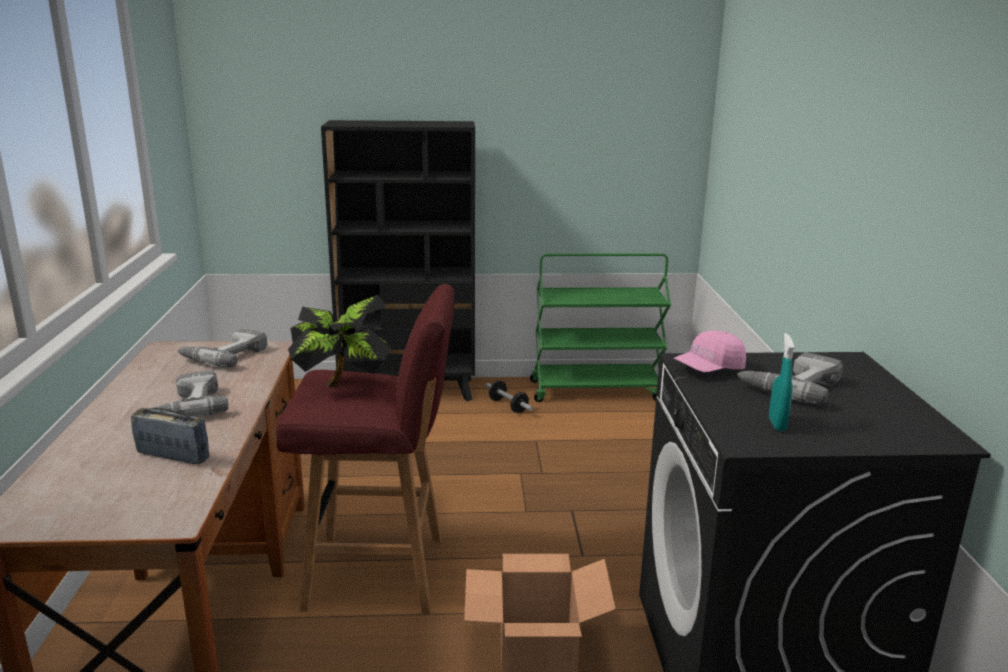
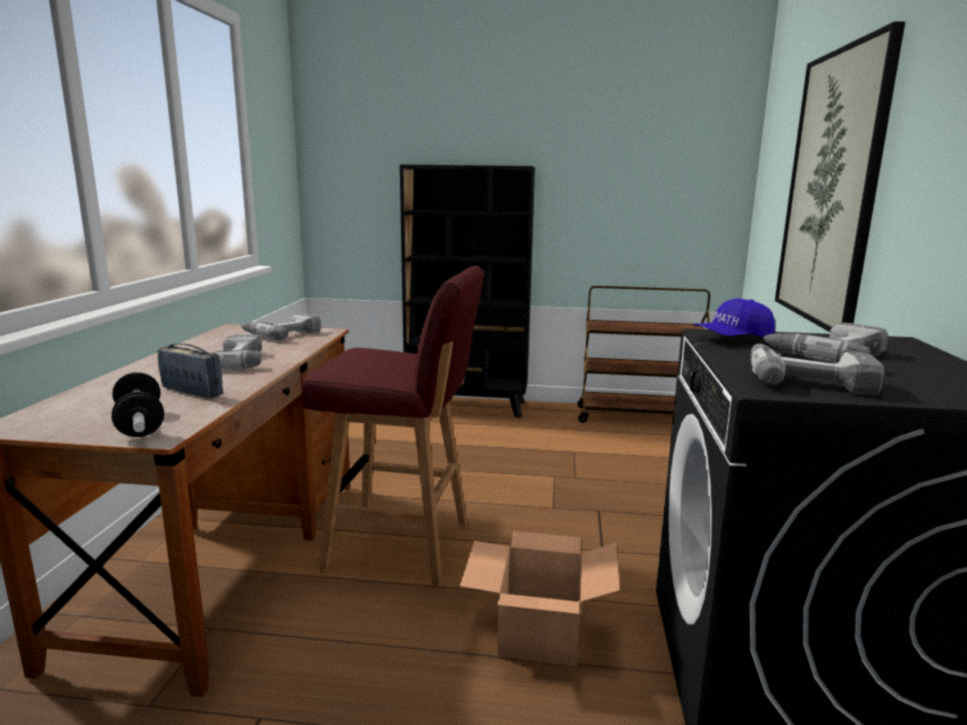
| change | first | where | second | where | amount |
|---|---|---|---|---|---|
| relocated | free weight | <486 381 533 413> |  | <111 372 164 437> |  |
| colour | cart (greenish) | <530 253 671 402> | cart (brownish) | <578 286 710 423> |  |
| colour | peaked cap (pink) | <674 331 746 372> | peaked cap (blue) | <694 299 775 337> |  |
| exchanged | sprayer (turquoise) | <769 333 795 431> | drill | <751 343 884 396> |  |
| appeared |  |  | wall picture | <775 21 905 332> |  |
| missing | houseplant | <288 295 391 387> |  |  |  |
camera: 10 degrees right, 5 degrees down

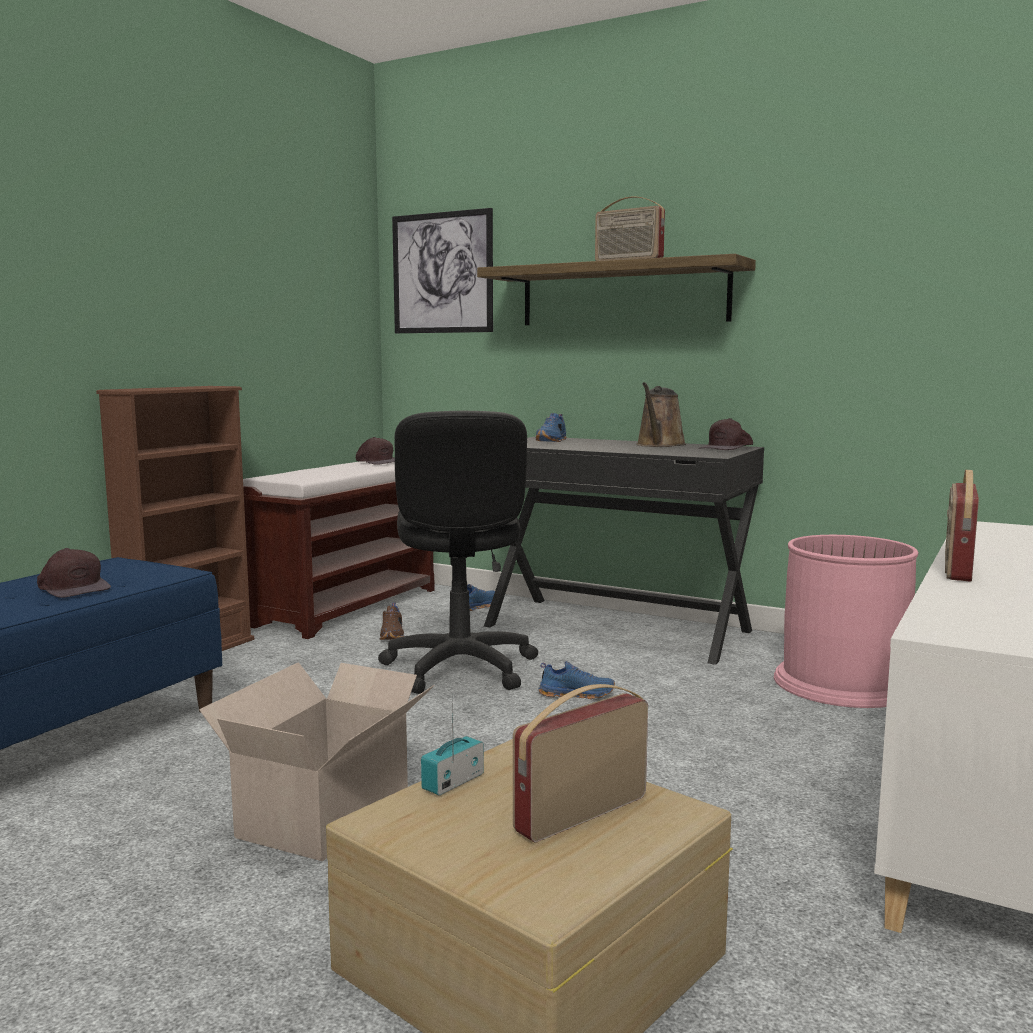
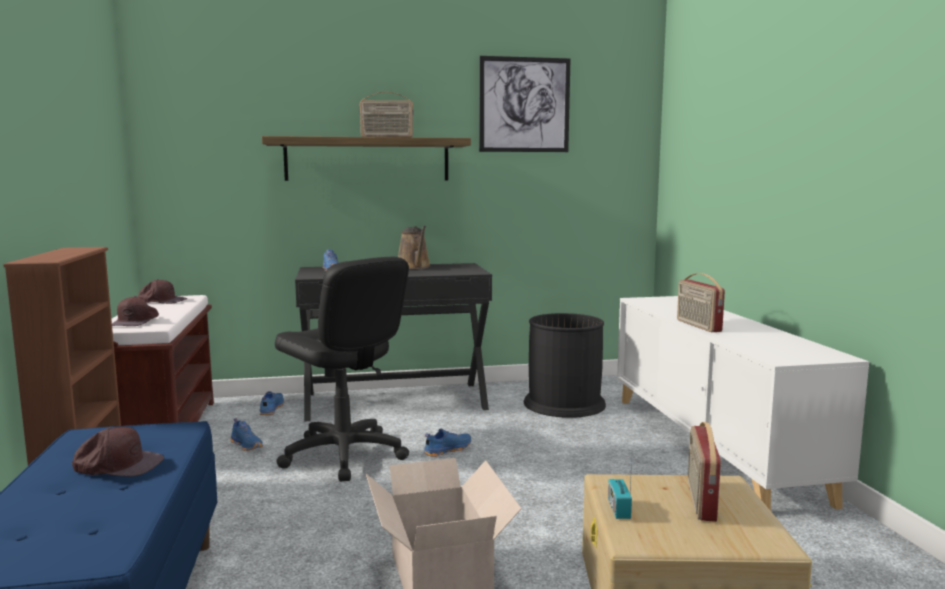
| change | first | where | second | where | amount |
|---|---|---|---|---|---|
| relocated | peaked cap (brownish) | <699 418 753 450> |  | <112 296 159 326> |  |
| colour | item of footwear (brownish) | <380 603 404 640> | item of footwear (blue) | <230 418 263 451> |  |
| relocated | wall picture | <392 208 493 333> |  | <479 56 570 152> |  |
| colour | rubbish bin (pink) | <774 535 919 708> | rubbish bin (black-coloured) | <524 313 606 418> |  |
camera: 40 degrees left, 0 degrees up

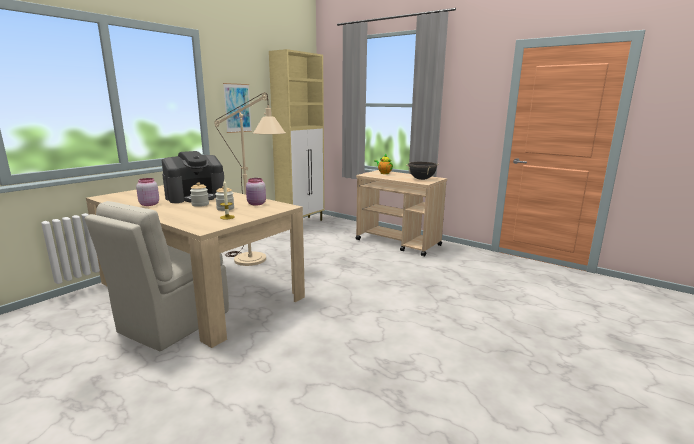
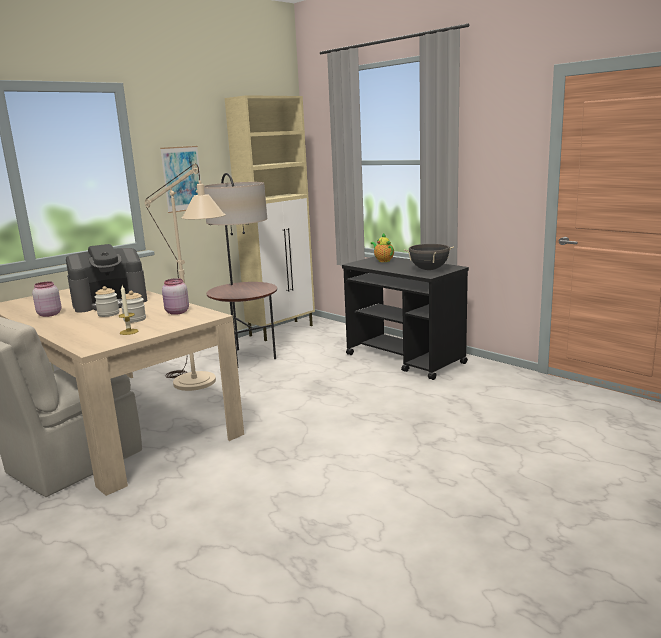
| change | first | where | second | where | amount |
|---|---|---|---|---|---|
| appeared |  |  | standard lamp | <204 173 277 365> |  |
| colour | cart (beige) | <356 170 447 257> | cart (black-coloured) | <342 257 469 380> |  |
camera: 10 degrees right, 0 degrees up

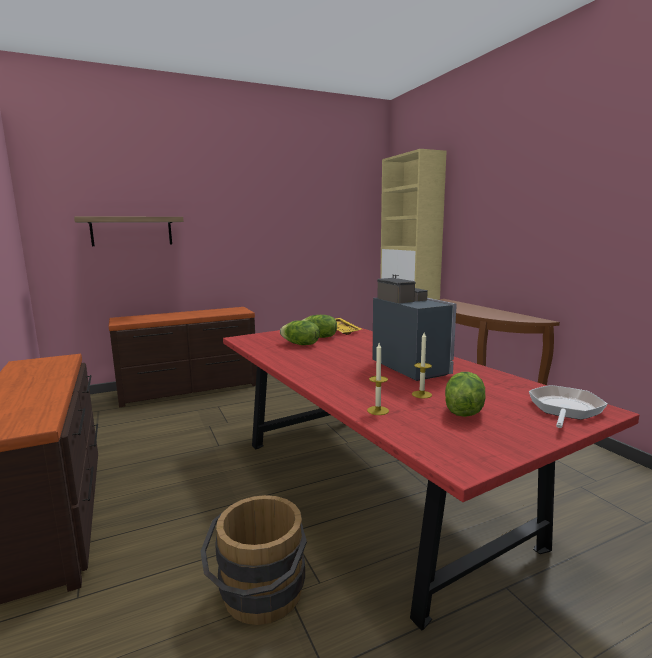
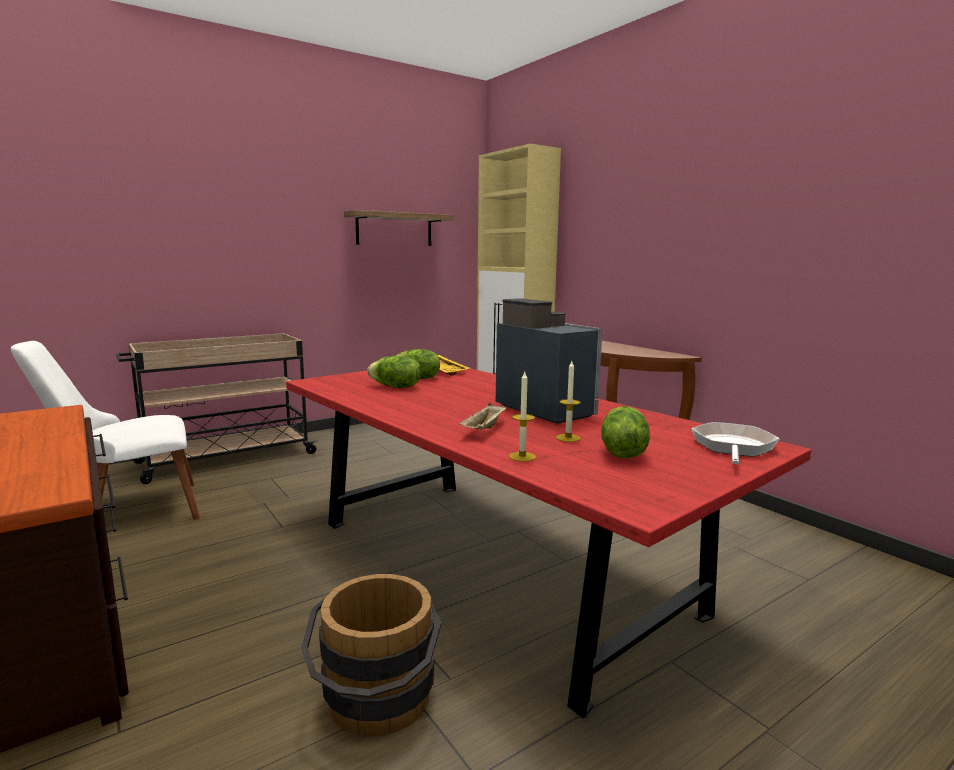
| change | first | where | second | where | amount |
|---|---|---|---|---|---|
| appeared |  |  | upright chair (white-coloured) | <11 341 200 520> |  |
| exchanged | drawer chest (brownish) | <109 307 257 407> | cart (beige) | <116 333 318 484> |  |
| relocated | wall shelf | <74 217 184 246> |  | <344 210 453 246> |  |
| appeared |  |  | carrying tray (beige) | <459 403 506 429> |  |
camera: 10 degrees left, 0 degrees up

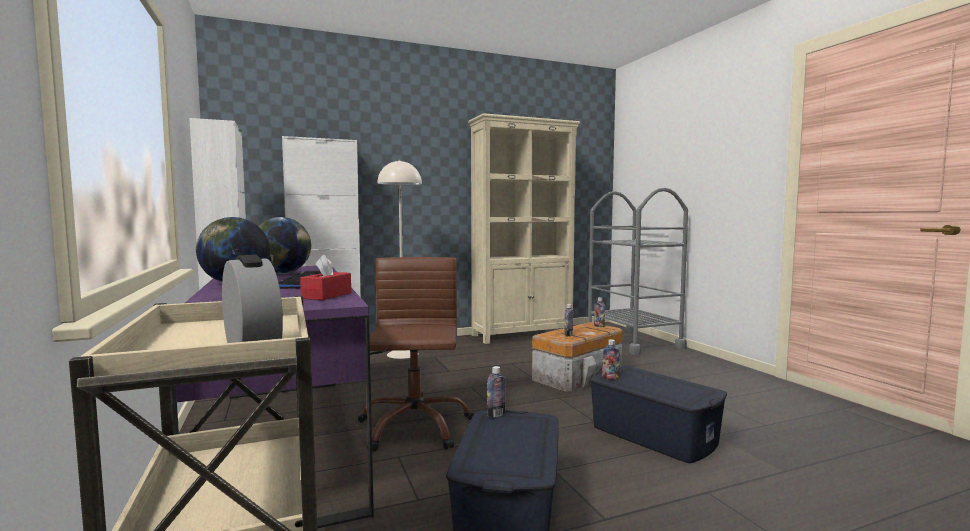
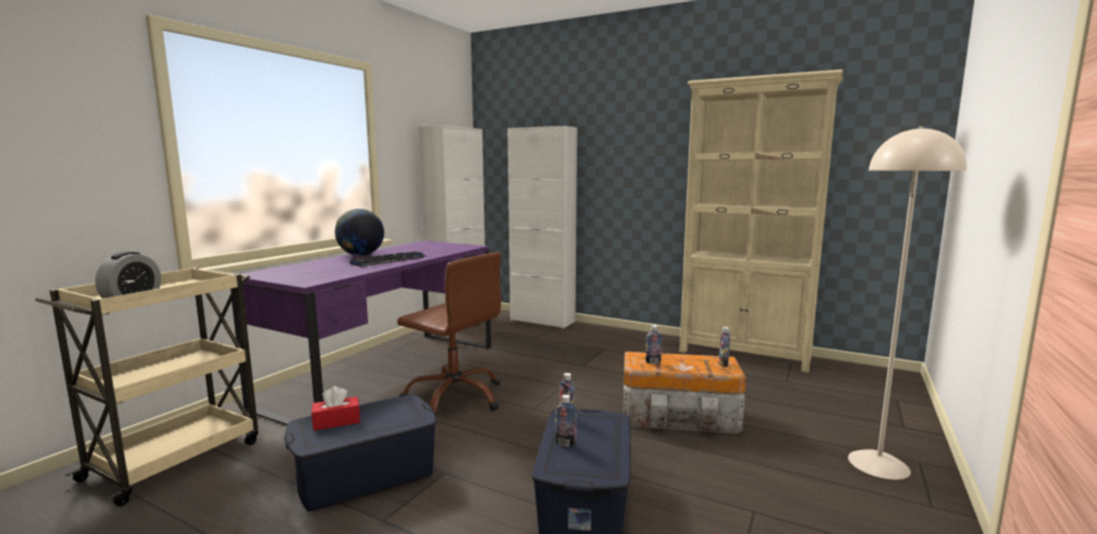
| change | first | where | second | where | amount |
|---|---|---|---|---|---|
| relocated | box of tissues (red-coloured) | <300 255 351 300> |  | <312 386 360 430> |  |
| spun | computer chair (brownish) | <358 257 474 452> |  | <397 252 501 416> | 75 degrees clockwise |
| relocated | drink bottle | <487 366 505 418> |  | <555 395 577 447> |  |
| relocated | standard lamp (beige) | <377 160 422 359> |  | <848 126 967 480> |  |
| missing | world globe | <258 217 311 274> |  |  |  |
| missing | cart (grey) | <588 188 688 355> |  |  |  |
camera: 50 degrees right, 5 degrees up

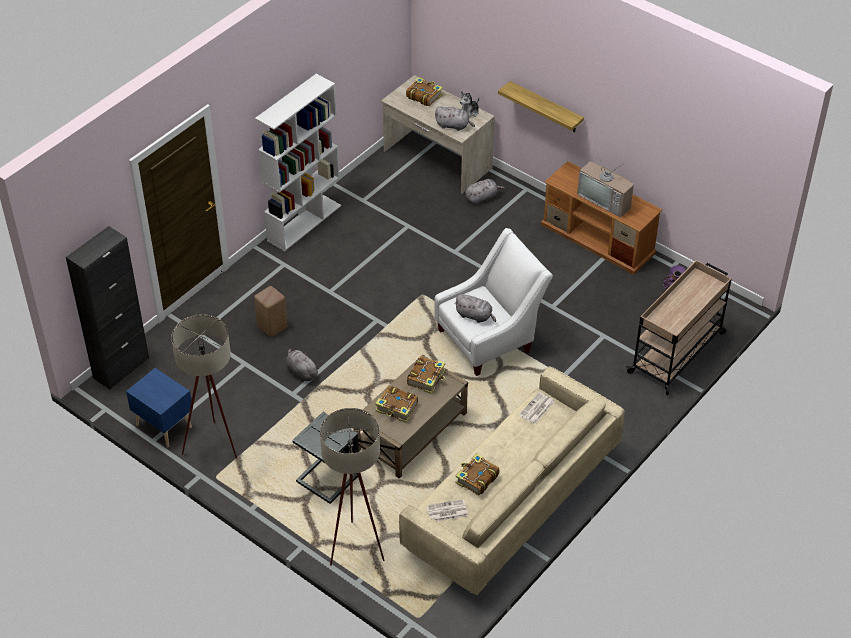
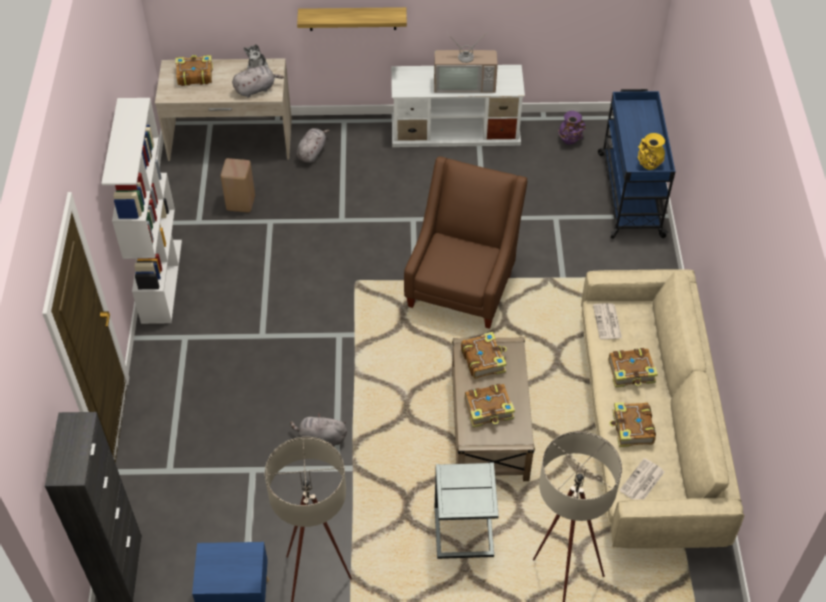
| change | first | where | second | where | amount |
|---|---|---|---|---|---|
| relocated | stool (beige) | <254 286 287 337> |  | <220 158 255 213> |  |
| colour | tv unit (brownish) | <541 161 663 275> | tv unit (white-coloured) | <391 65 525 147> |  |
| colour | armchair (white-coloured) | <434 228 553 376> | armchair (brownish) | <404 156 527 329> |  |
| colour | cart (beige) | <626 260 732 395> | cart (blue) | <598 89 676 239> |  |
| appeared |  |  | book | <609 348 658 388> |  |
| appeared |  |  | decorative vase (yellow-coloured) | <638 133 665 170> |  |
| missing | plush toy (grey) | <454 294 496 323> |  |  |  |
camera: 40 degrees left, 5 degrees up

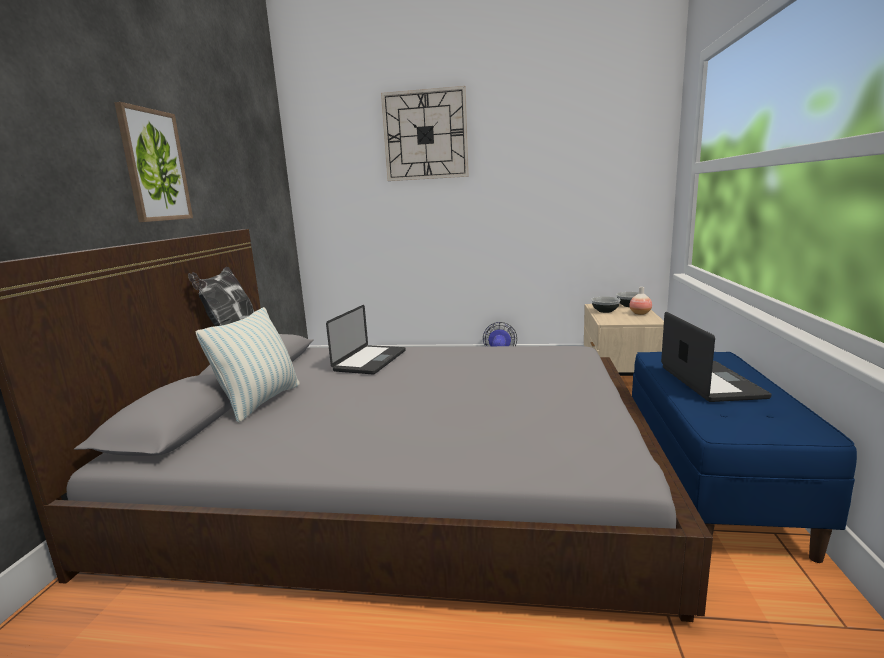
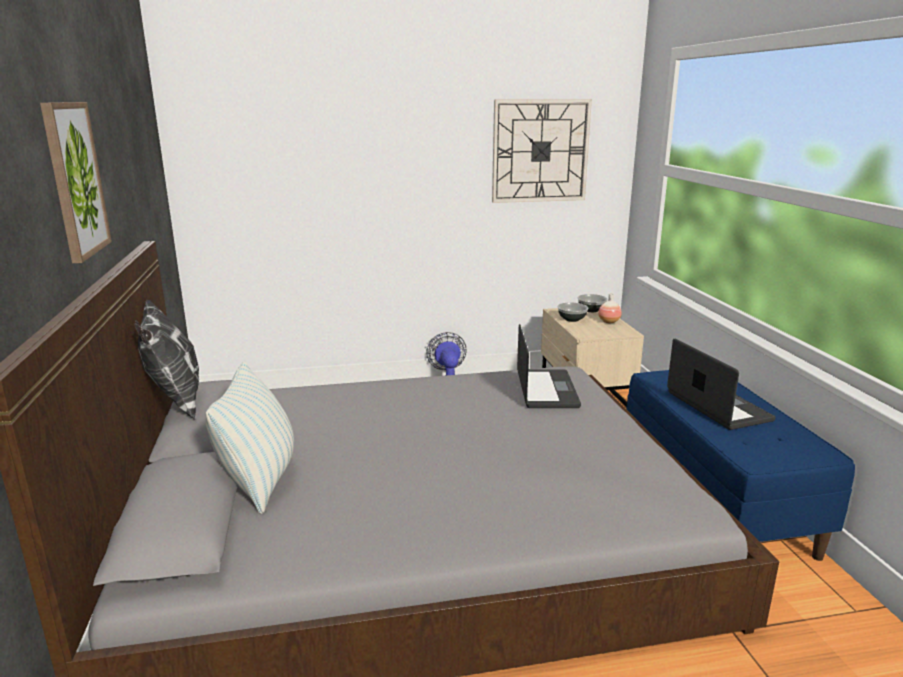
| change | first | where | second | where | amount |
|---|---|---|---|---|---|
| relocated | clock on the wall | <381 86 469 181> |  | <492 99 592 203> |  |
| relocated | notebook computer | <326 305 406 374> |  | <517 324 581 408> |  |
camera: 20 degrees left, 5 degrees up

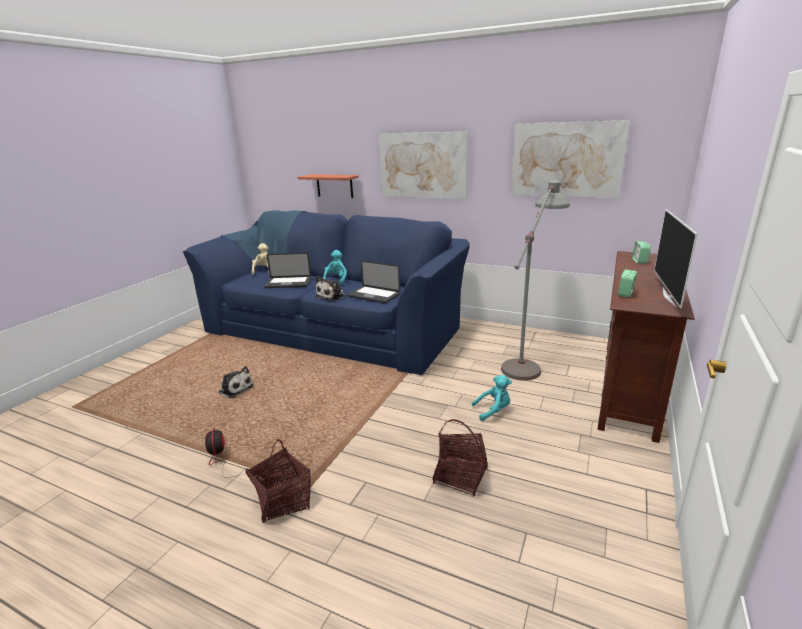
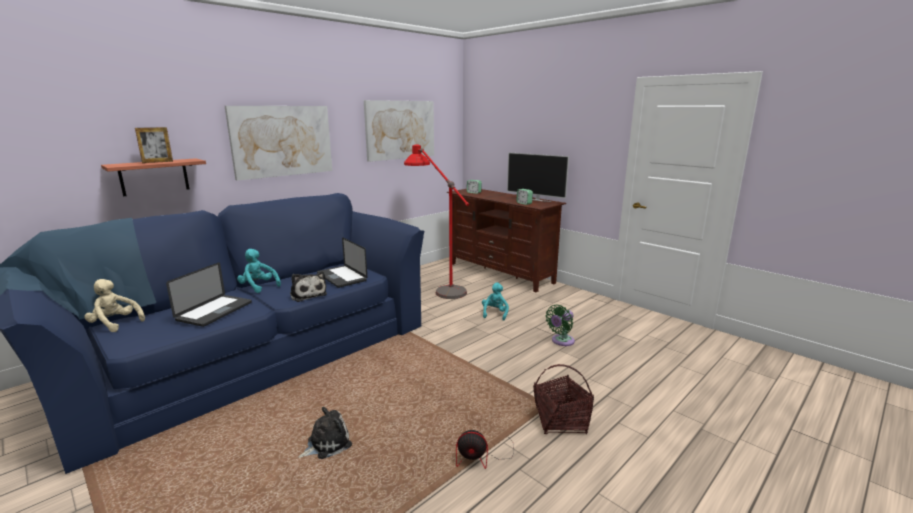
| change | first | where | second | where | amount |
|---|---|---|---|---|---|
| appeared |  |  | picture frame | <135 127 173 163> |  |
| spun | notebook computer | <347 260 400 304> |  | <317 237 367 288> | 90 degrees clockwise |
| colour | standard lamp (grey) | <501 180 570 381> | standard lamp (red-coloured) | <404 144 469 299> |  |
| exchanged | storage basket | <432 419 488 497> | fan (greenish) | <546 305 575 346> |  |
camera: 70 degrees left, 5 degrees down

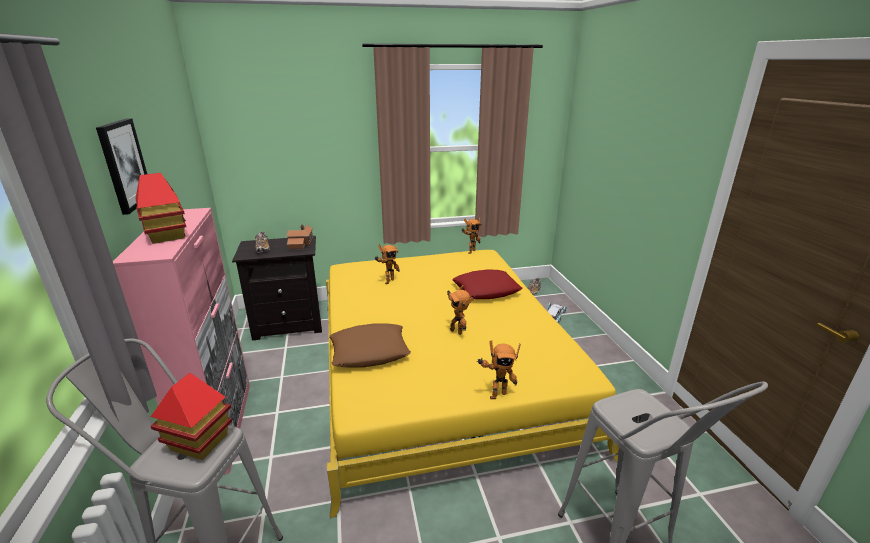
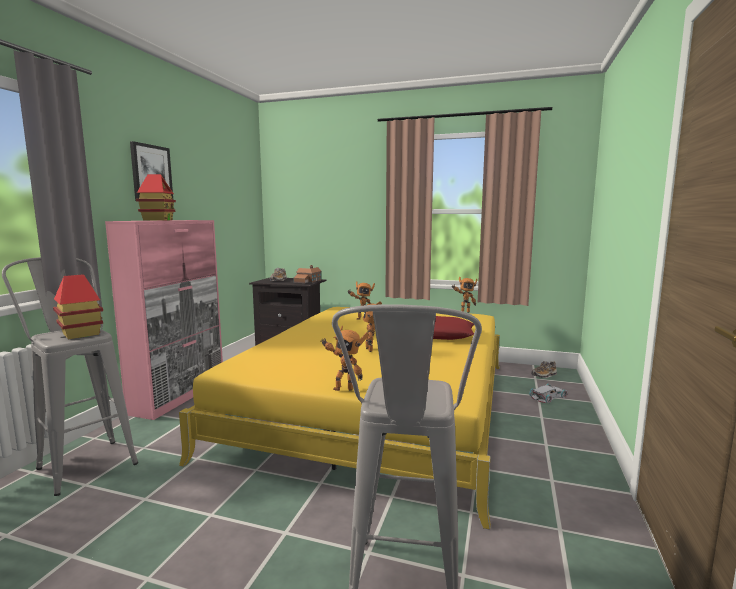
| change | first | where | second | where | amount |
|---|---|---|---|---|---|
| missing | throw pillow (brownish) | <329 323 411 368> |  |  |  |
camera: 30 degrees right, 15 degrees down

